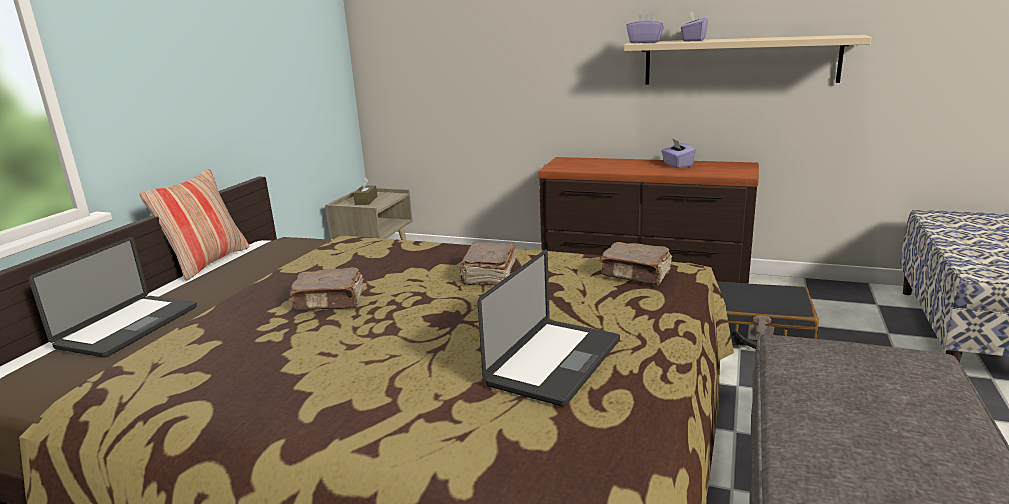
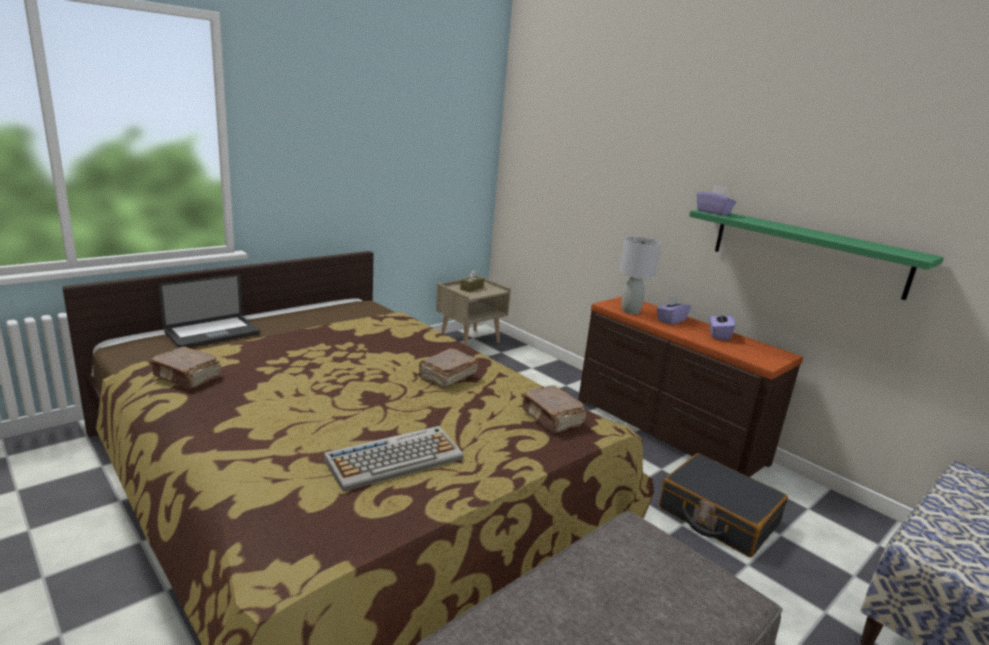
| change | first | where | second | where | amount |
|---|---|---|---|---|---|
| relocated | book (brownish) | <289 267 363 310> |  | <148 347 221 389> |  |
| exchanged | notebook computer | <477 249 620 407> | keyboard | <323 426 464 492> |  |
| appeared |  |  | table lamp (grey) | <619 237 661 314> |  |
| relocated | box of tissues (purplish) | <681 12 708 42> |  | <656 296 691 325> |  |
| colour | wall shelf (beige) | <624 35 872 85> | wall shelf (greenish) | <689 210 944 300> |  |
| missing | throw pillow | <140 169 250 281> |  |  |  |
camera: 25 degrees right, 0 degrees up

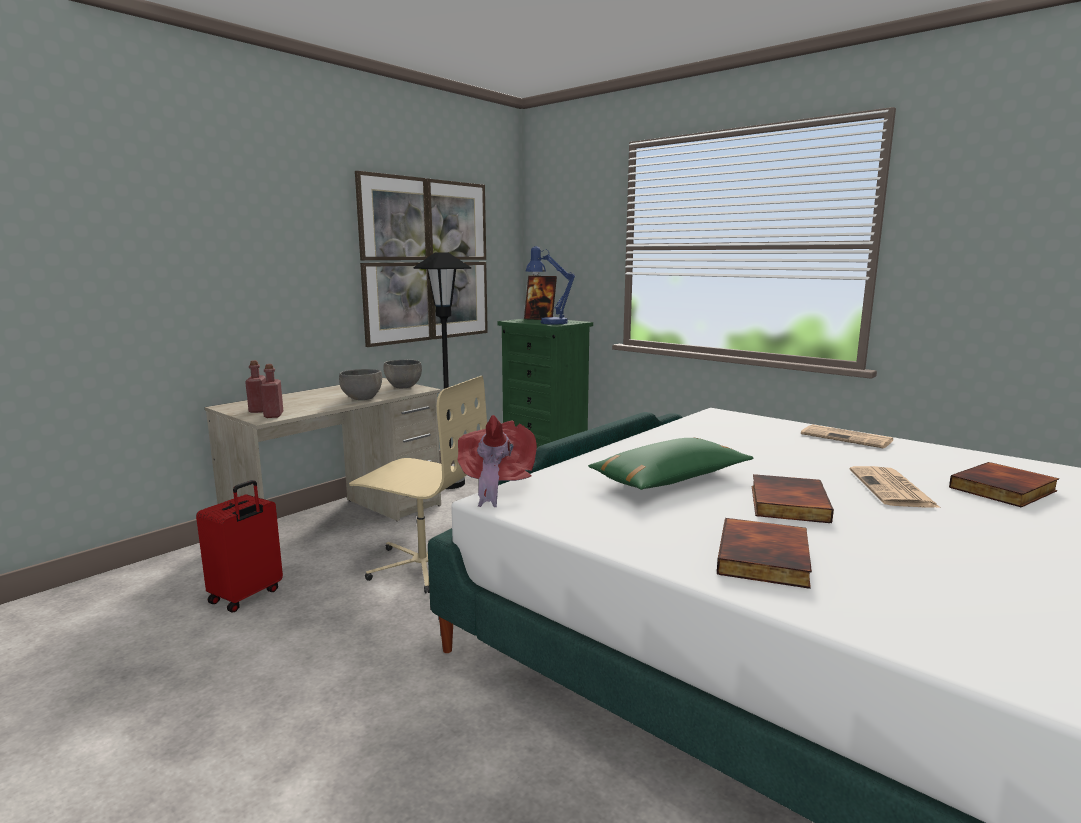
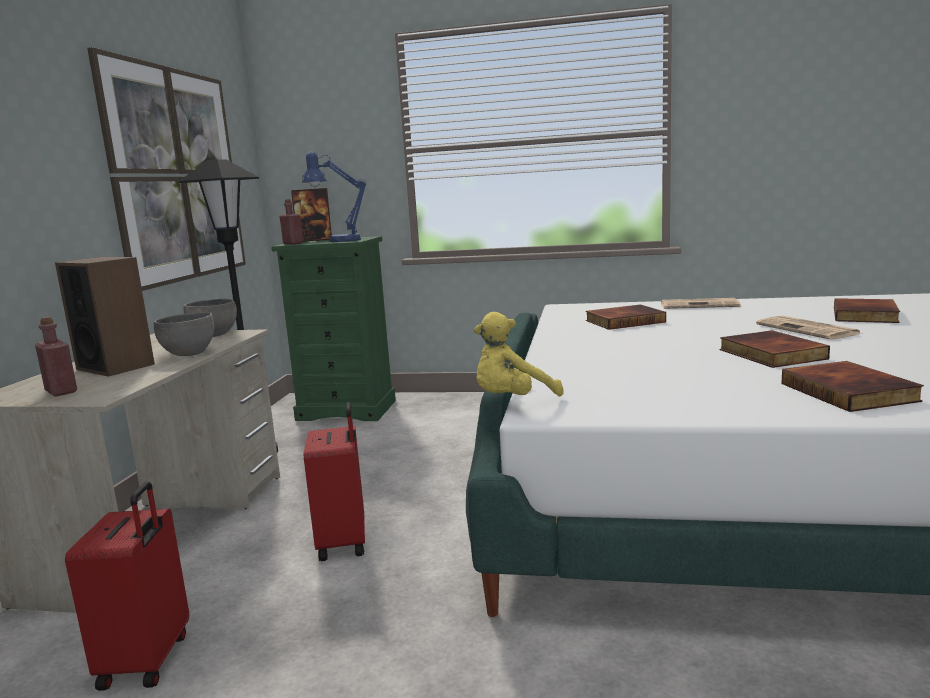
| change | first | where | second | where | amount |
|---|---|---|---|---|---|
| appeared |  |  | speaker | <55 257 155 377> |  |
| relocated | drink bottle (red-coloured) | <261 364 283 418> |  | <280 199 303 244> |  |
| exchanged | computer chair (beige) | <349 376 487 593> | suitcase (red-coloured) | <304 402 365 561> |  |
| exchanged | clothing hat (red-coloured) | <458 415 537 507> | plush toy (yellow-coloured) | <474 312 564 396> |  |
| appeared |  |  | book | <586 304 666 330> |  |
| missing | throw pillow (greenish) | <588 438 754 490> |  |  |  |
camera: 30 degrees left, 0 degrees up

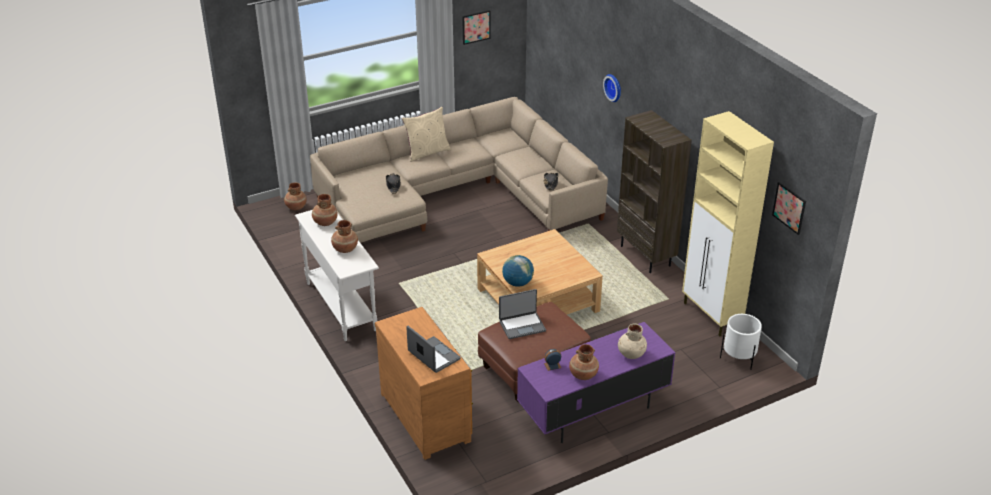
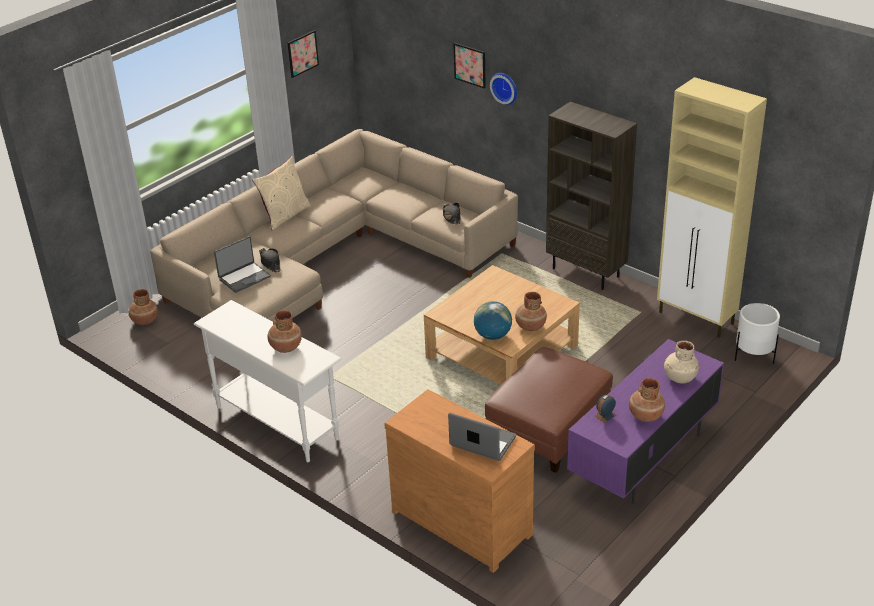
| change | first | where | second | where | amount |
|---|---|---|---|---|---|
| relocated | notebook computer | <499 289 546 339> |  | <214 236 271 293> |  |
| relocated | wall picture | <772 182 806 235> |  | <453 43 486 88> |  |
| relocated | decorative vase (brownish) | <312 194 337 226> |  | <515 292 547 331> |  |
camera: 20 degrees left, 0 degrees up

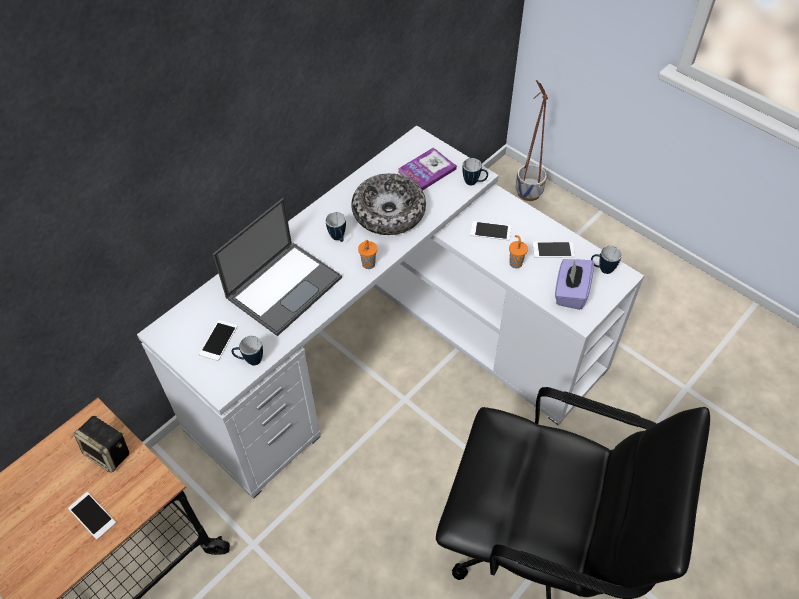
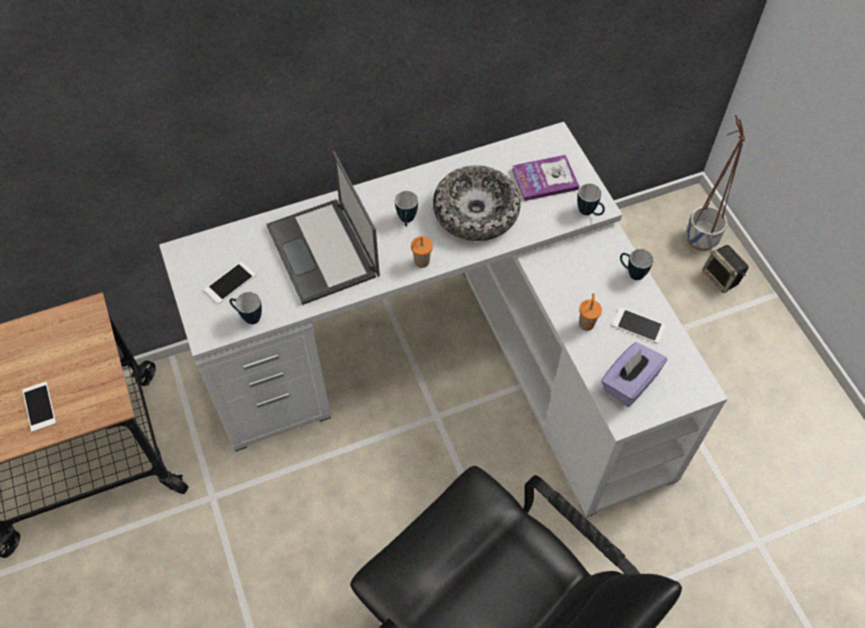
| change | first | where | second | where | amount |
|---|---|---|---|---|---|
| spun | notebook computer | <213 198 342 336> |  | <266 151 380 305> | 90 degrees clockwise |
| relocated | coffee mug | <591 246 622 274> |  | <620 249 654 280> |  |
| relocated | speaker | <74 416 130 472> |  | <702 245 749 293> |  |
| missing | handset | <470 221 511 241> |  |  |  |
camera: 25 degrees right, 5 degrees up

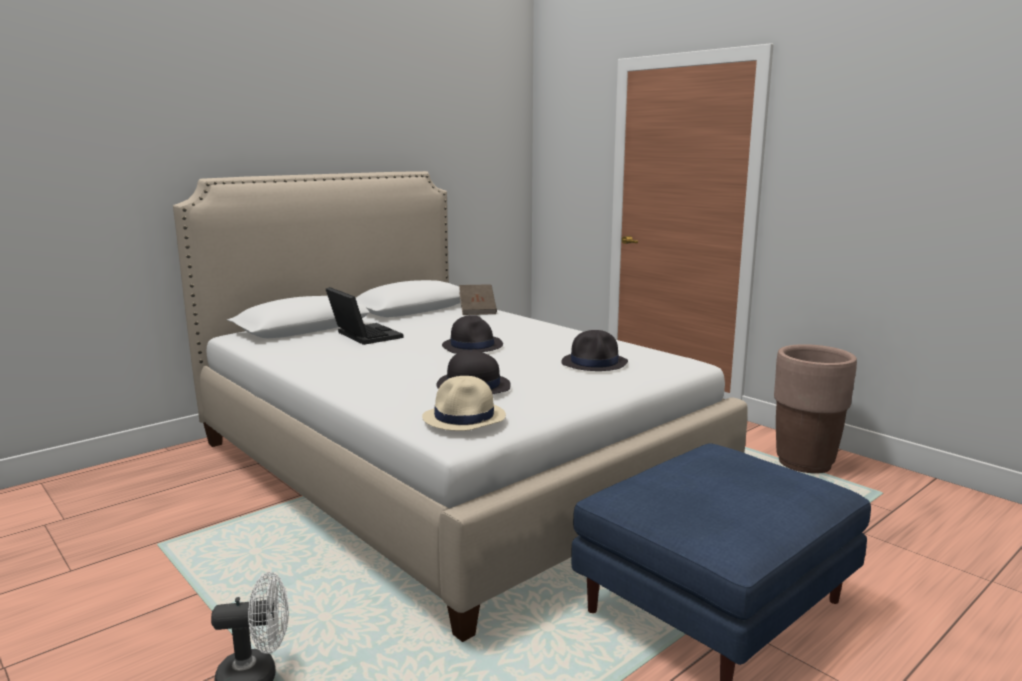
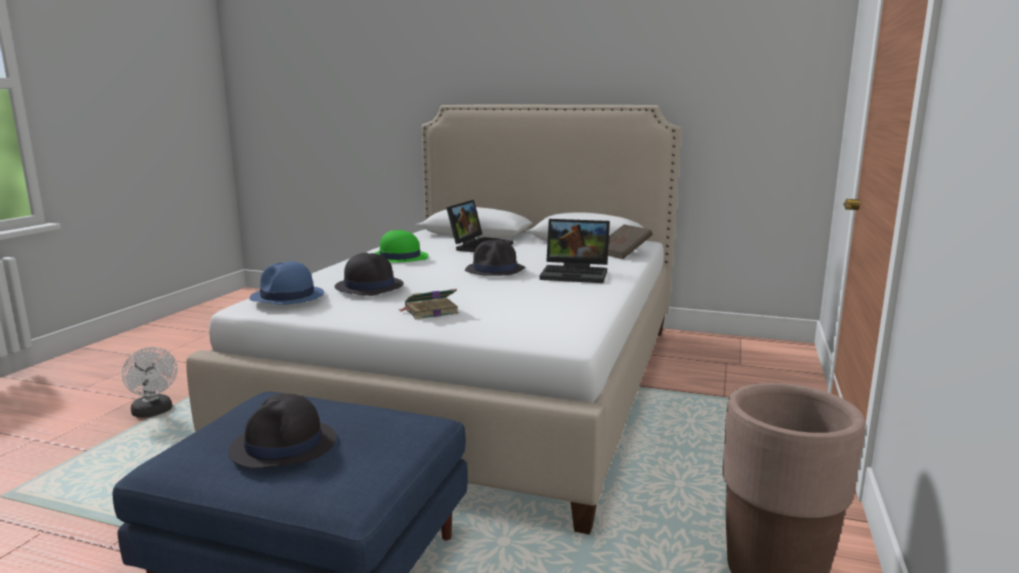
| change | first | where | second | where | amount |
|---|---|---|---|---|---|
| relocated | clothing hat (black-coloured) | <561 330 628 371> |  | <228 394 336 468> |  |
| colour | clothing hat (beige) | <422 376 506 431> | clothing hat (blue) | <250 261 324 305> |  |
| appeared |  |  | clothing hat (greenish) | <375 230 428 262> |  |
| appeared |  |  | book | <399 289 459 319> |  |
| appeared |  |  | notebook computer | <539 219 610 283> |  |
camera: 60 degrees right, 0 degrees up

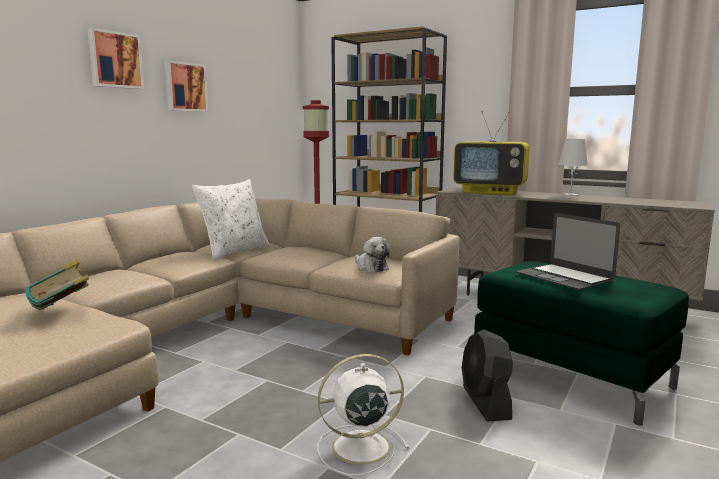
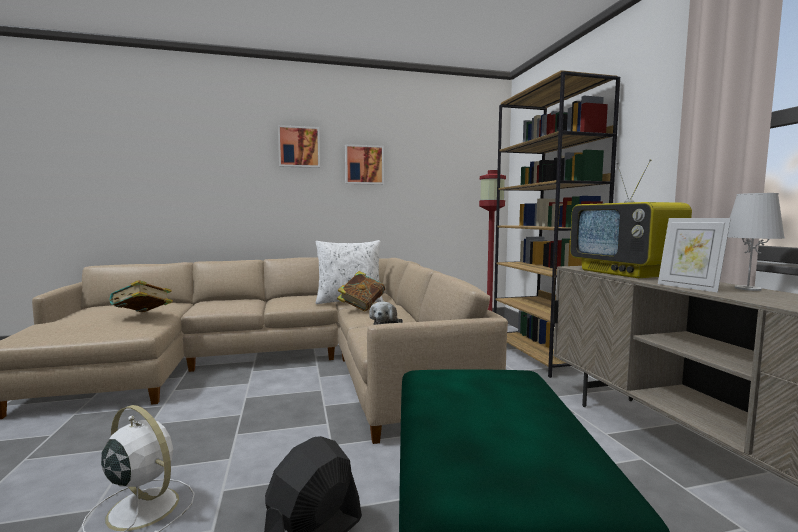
| change | first | where | second | where | amount |
|---|---|---|---|---|---|
| appeared |  |  | book | <337 271 385 311> |  |
| appeared |  |  | picture frame | <658 218 731 292> |  |
| missing | notebook computer | <517 213 620 290> |  |  |  |
camera: 45 degrees right, 5 degrees down

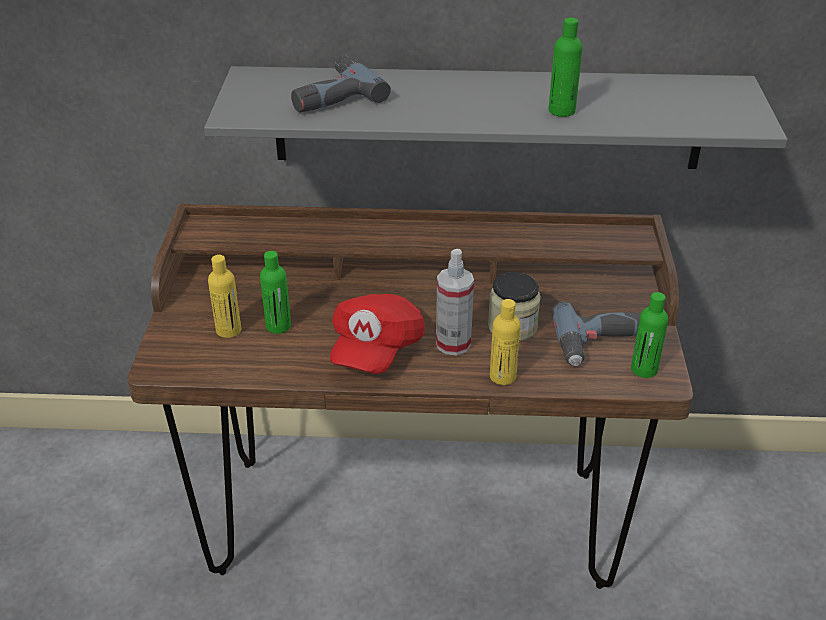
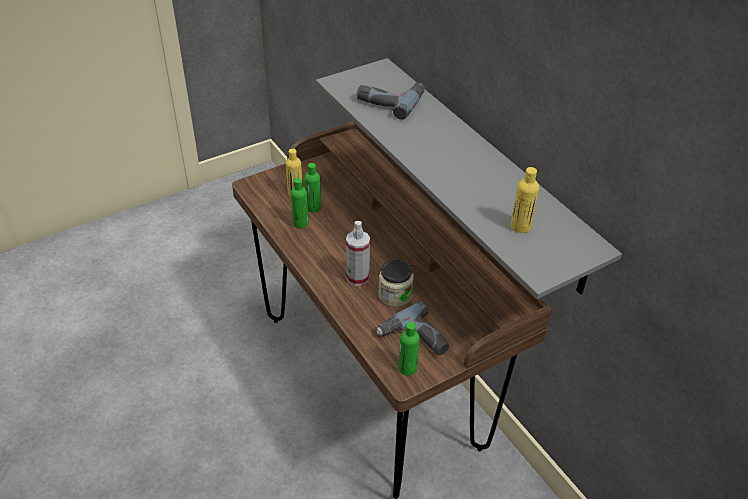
| change | first | where | second | where | amount |
|---|---|---|---|---|---|
| relocated | drink bottle (greenish) | <549 17 583 117> |  | <291 178 309 228> |  |
| relocated | drink bottle (yellow-coloured) | <490 299 521 385> |  | <511 167 539 233> |  |
| missing | peaked cap (red-coloured) | <330 294 425 374> |  |  |  |
camera: 55 degrees right, 5 degrees up

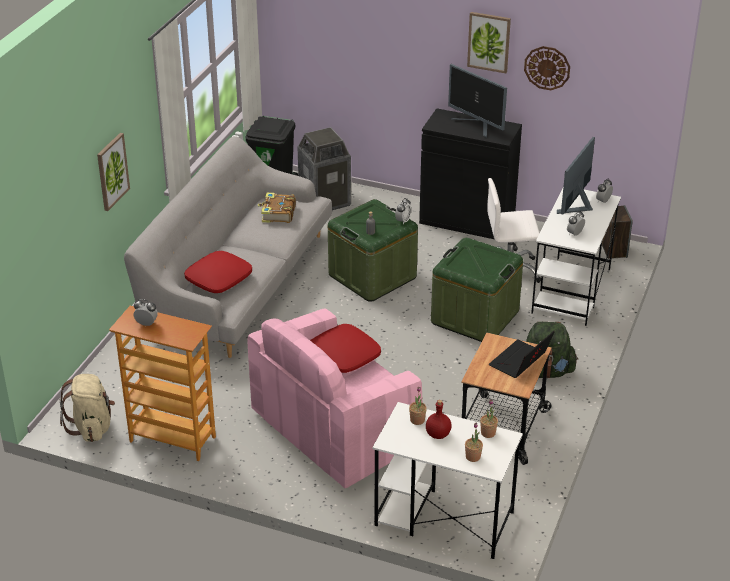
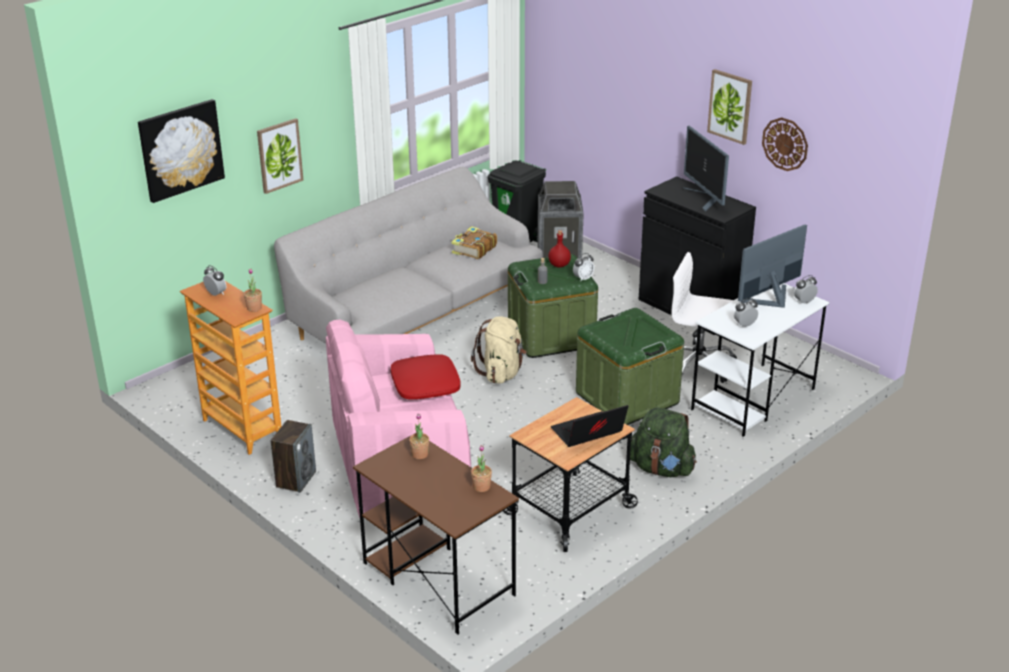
| change | first | where | second | where | amount |
|---|---|---|---|---|---|
| appeared |  |  | wall picture | <138 99 225 203> |  |
| relocated | houseplant | <465 423 483 462> |  | <244 269 262 312> |  |
| relocated | speaker | <602 205 633 259> |  | <271 420 316 493> |  |
| colour | desk table (white-coloured) | <372 402 523 559> | desk table (brownish) | <353 433 519 634> |  |
| relocated | knapsack (beige) | <60 374 115 442> |  | <471 316 527 384> |  |
| relocated | drink bottle (red-coloured) | <426 400 452 439> |  | <548 230 571 268> |  |
| missing | throw pillow (red-coloured) | <184 251 252 293> |  |  |  |
camera: 25 degrees right, 5 degrees down

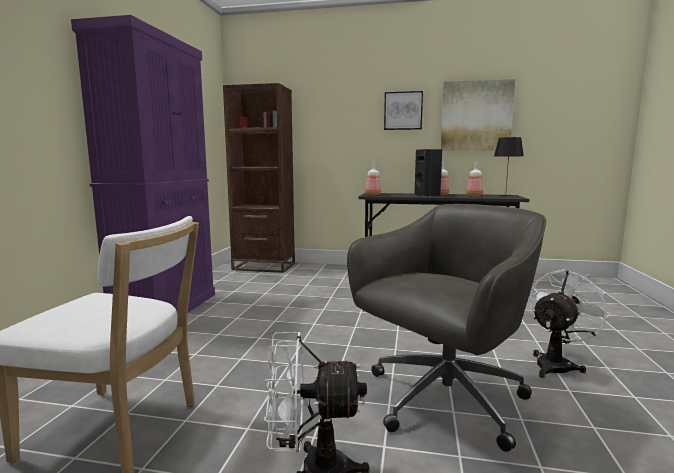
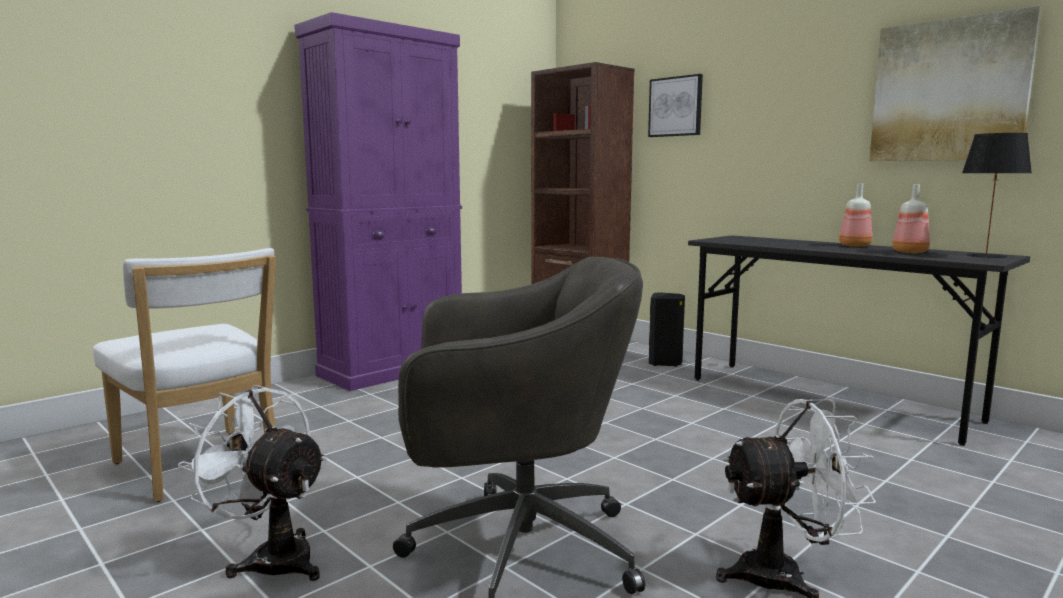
| change | first | where | second | where | amount |
|---|---|---|---|---|---|
| relocated | wall picture | <384 91 423 130> |  | <648 74 703 137> |  |
| relocated | speaker (black-coloured) | <414 149 442 197> |  | <649 292 685 367> |  |
| missing | drink bottle | <365 162 381 195> |  |  |  |
camera: 35 degrees right, 0 degrees up

